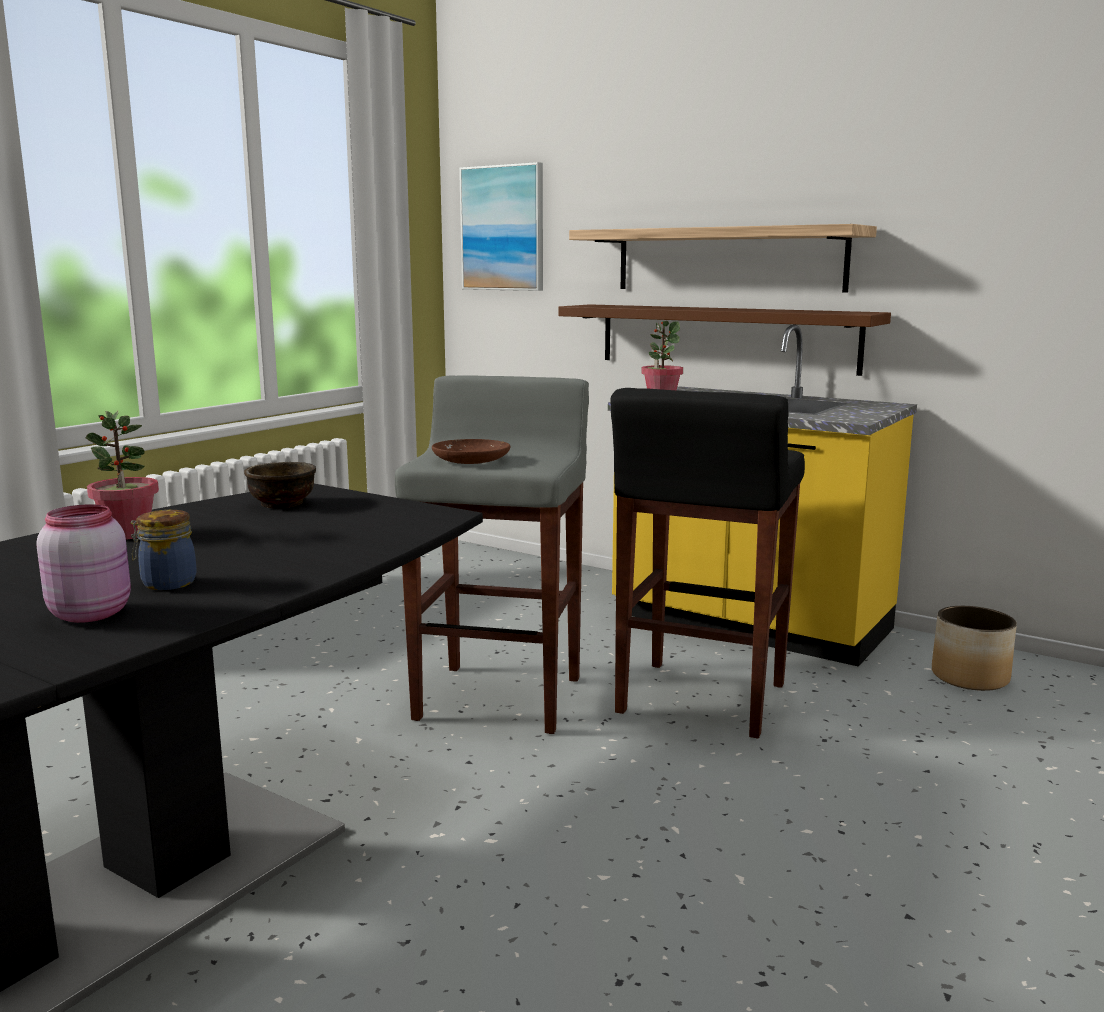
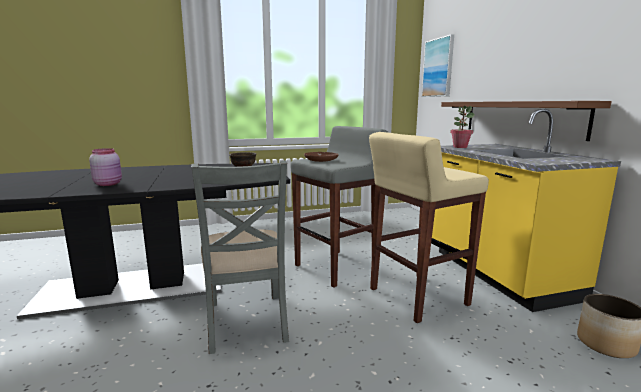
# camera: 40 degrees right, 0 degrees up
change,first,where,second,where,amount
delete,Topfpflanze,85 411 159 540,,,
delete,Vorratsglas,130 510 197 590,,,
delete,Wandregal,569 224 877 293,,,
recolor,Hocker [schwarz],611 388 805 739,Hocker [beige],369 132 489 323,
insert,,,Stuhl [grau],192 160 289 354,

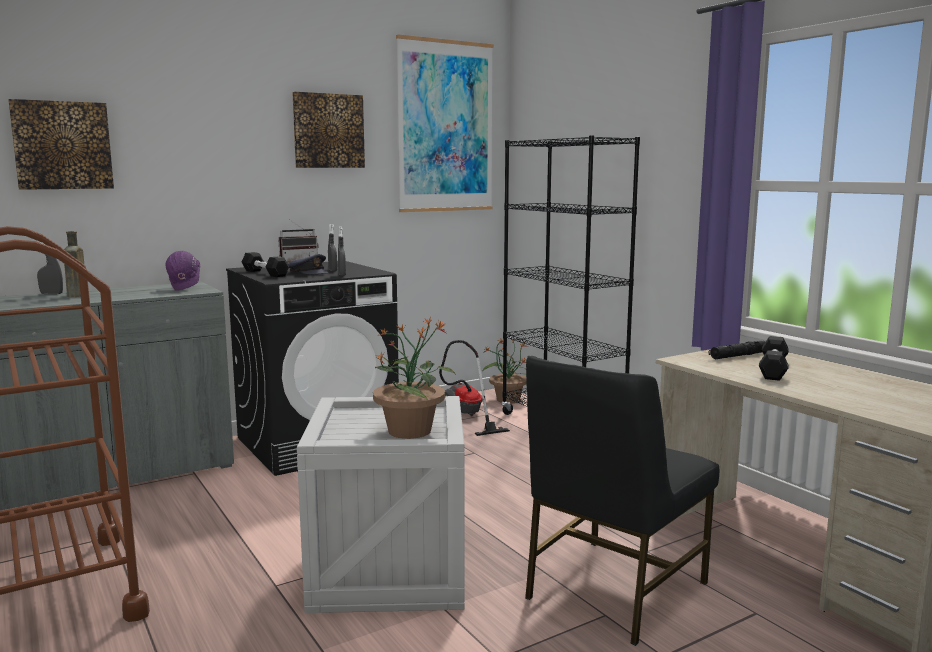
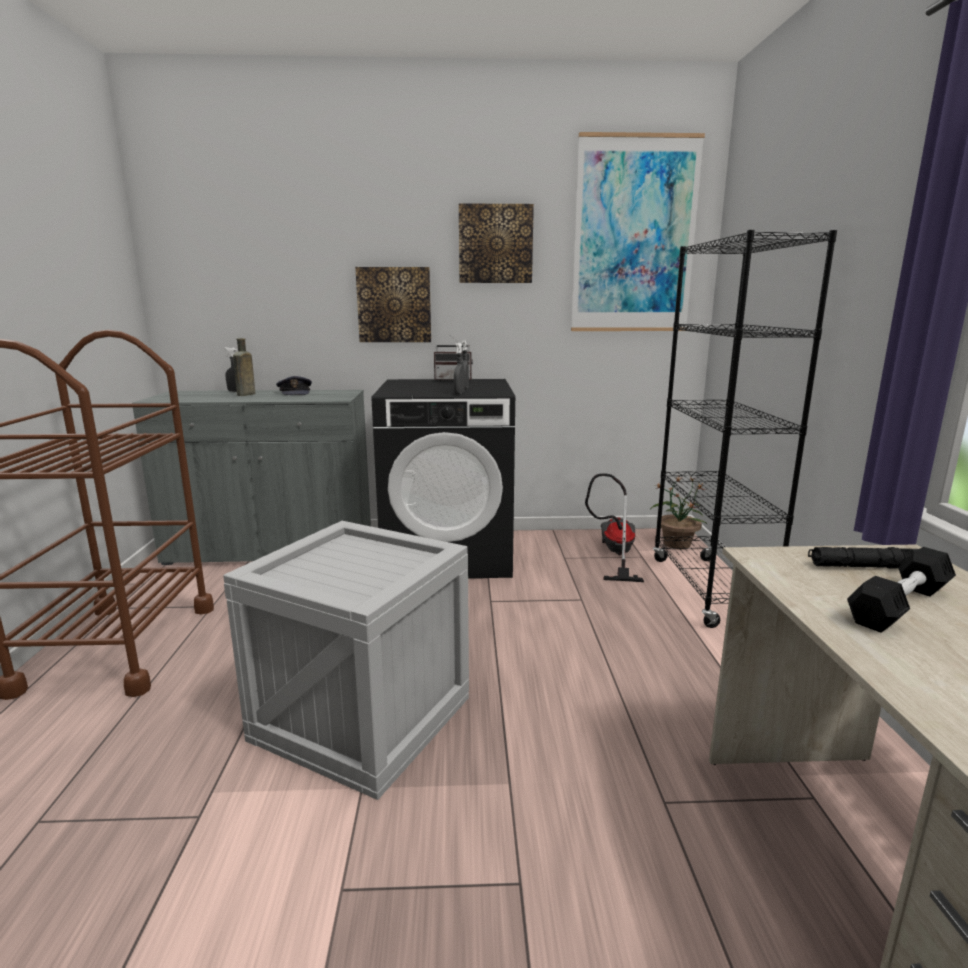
# camera: 30 degrees right, 5 degrees up
change,first,where,second,where,amount
move,Bild,8 99 114 190,,355 267 431 342,
delete,Schutzhelm [lila],166 251 200 291,,,
delete,Hantel [schwarz],242 252 289 277,,,
move,Kappe [grau],288 254 328 275,,276 376 312 395,
delete,Topfpflanze,373 317 456 439,,,
delete,Stuhl [schwarz],525 356 719 646,,,

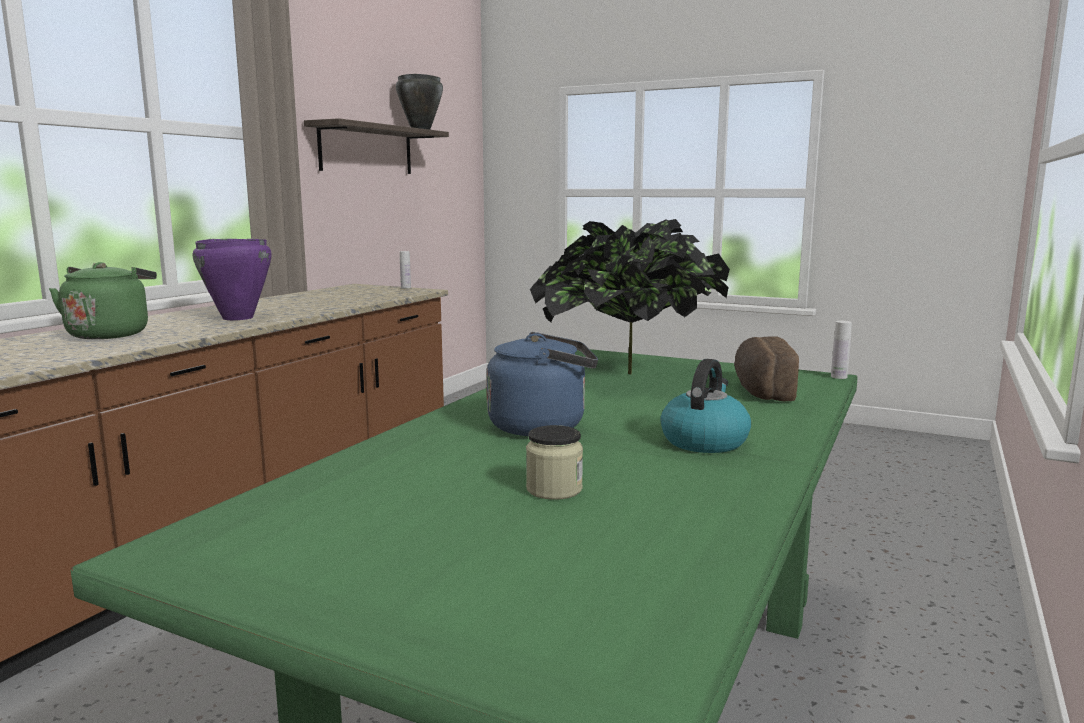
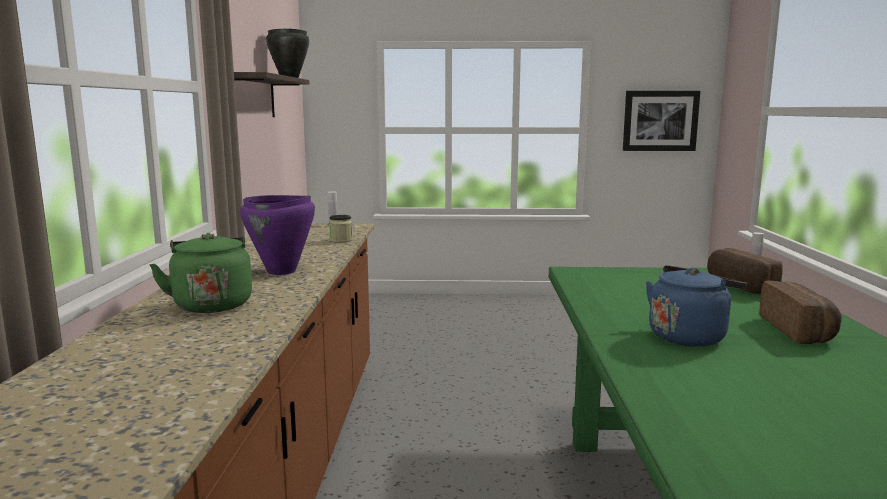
# camera: 25 degrees left, 0 degrees up
change,first,where,second,where,amount
move,Vorratsglas,526 425 583 500,,329 215 353 243,
delete,Topfpflanze,530 219 730 374,,,
replace,Wasserkessel,661 359 751 453,Brot,759 281 842 344,
insert,,,Bild,623 91 700 151,

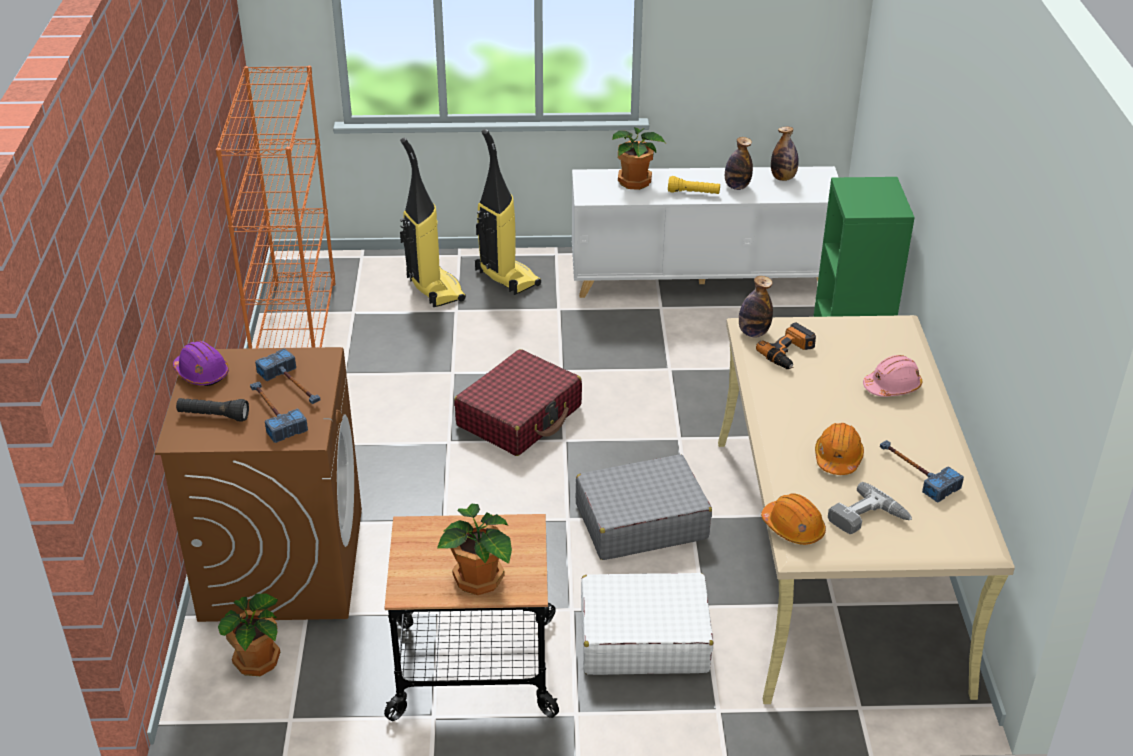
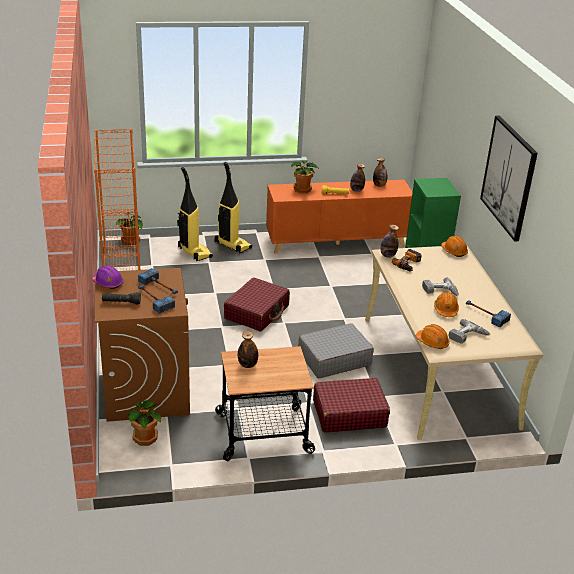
# camera: 10 degrees left, 5 degrees down
change,first,where,second,where,amount
move,Topfpflanze,437 504 512 595,,116 212 143 245,
recolor,Schrank [weiß],572 166 838 298,Schrank [orange],266 180 413 254,
recolor,Koffer [weiß],581 573 713 675,Koffer [rot],313 378 390 432,
delete,Schutzhelm [rosa],863 355 922 397,,,
insert,,,Flasche,238 331 258 368,
insert,,,Bohrmaschine,422 277 459 296,
insert,,,Schutzhelm [orange],441 236 468 257,
insert,,,Bild,480 115 538 242,

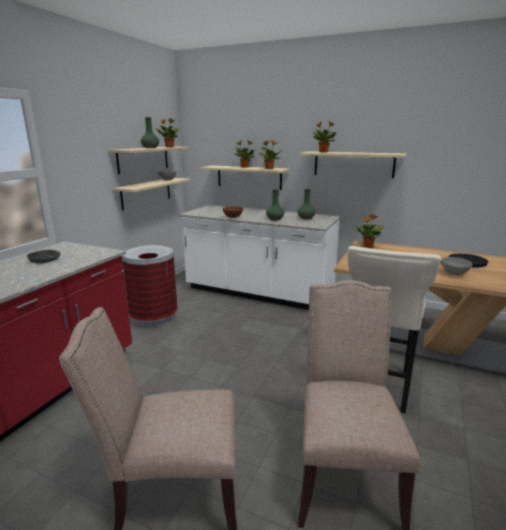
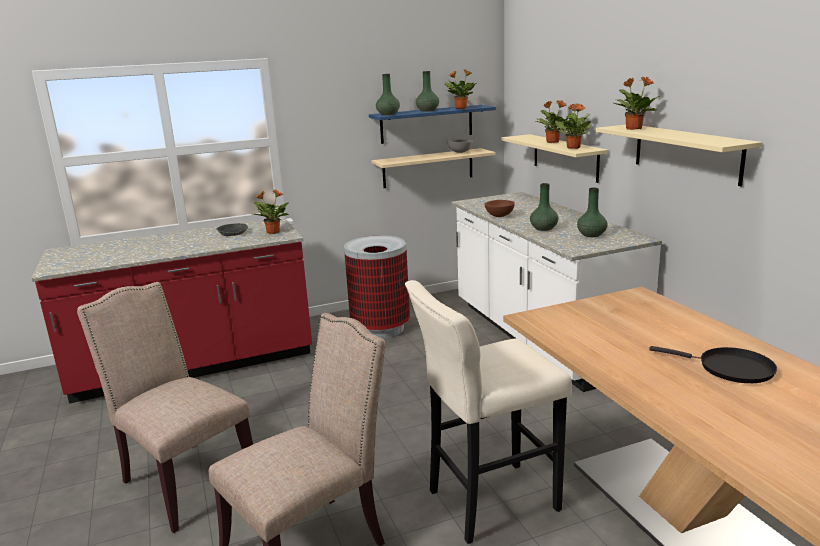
# camera: 45 degrees right, 0 degrees up
change,first,where,second,where,amount
recolor,Wandregal [beige],109 146 189 175,Wandregal [blau],369 105 496 144,
move,Topfpflanze,355 214 384 248,,253 189 289 234,
delete,Schüssel [grau],441 257 473 275,,,
insert,,,Vase [grün],376 74 400 115,

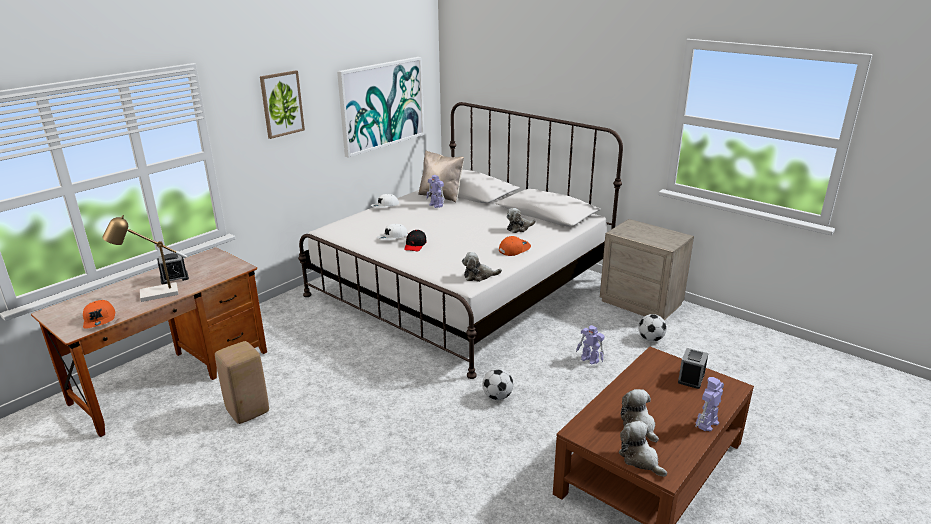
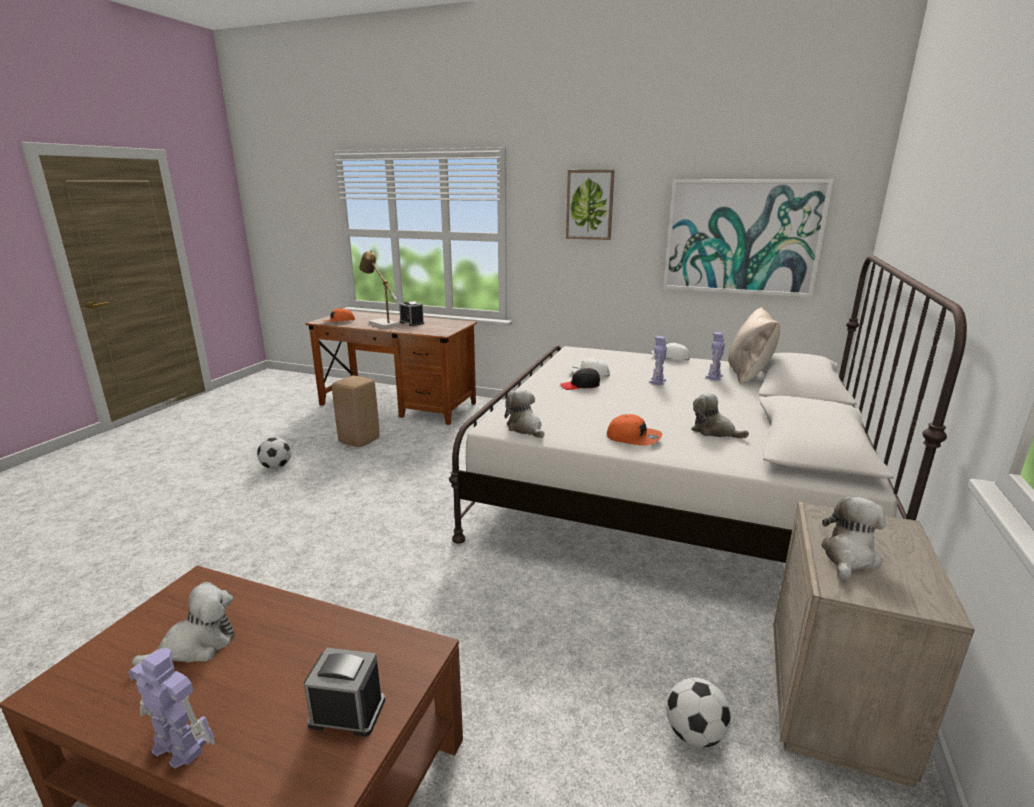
# camera: 70 degrees right, 5 degrees down
change,first,where,second,where,amount
move,Fußball,482 369 513 400,,257 437 291 469,
move,Spielzeugroboter,576 325 605 365,,649 336 667 385,
move,Plüschtier,619 421 667 477,,821 496 886 580,

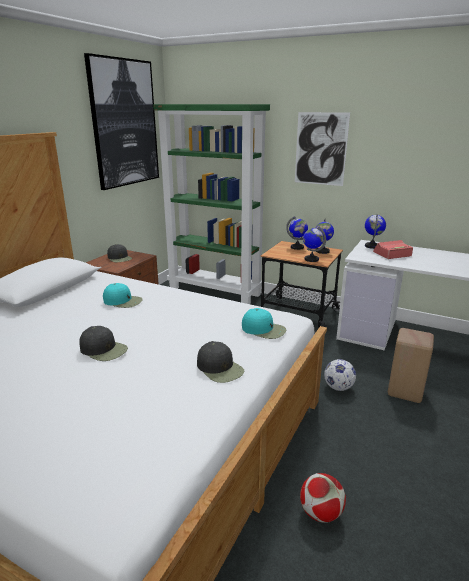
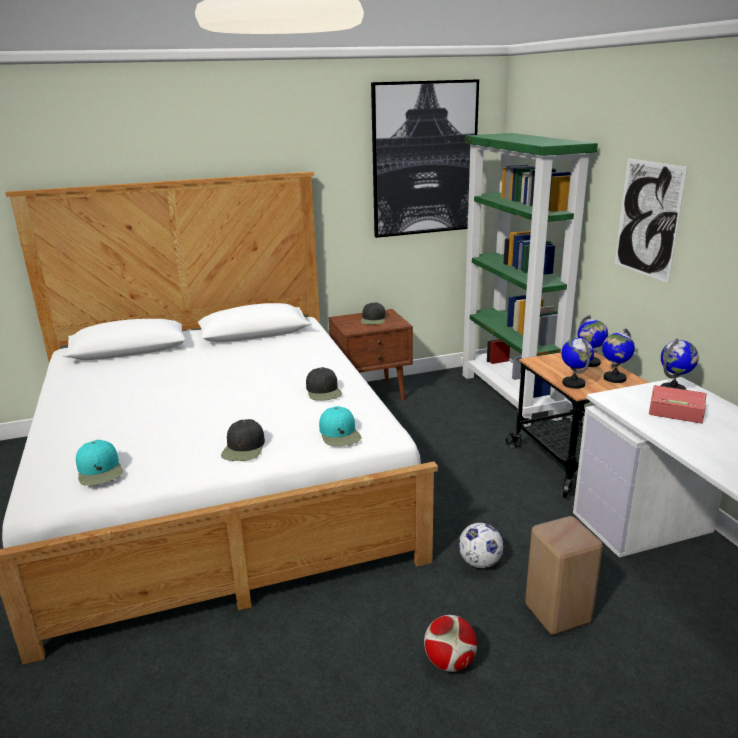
# camera: 45 degrees right, 0 degrees up
change,first,where,second,where,amount
move,Kappe [schwarz],79 326 128 361,,306 367 342 401,
move,Kappe [türkis],103 283 143 308,,76 440 123 486,
move,Fußball,300 473 346 523,,424 615 477 672,

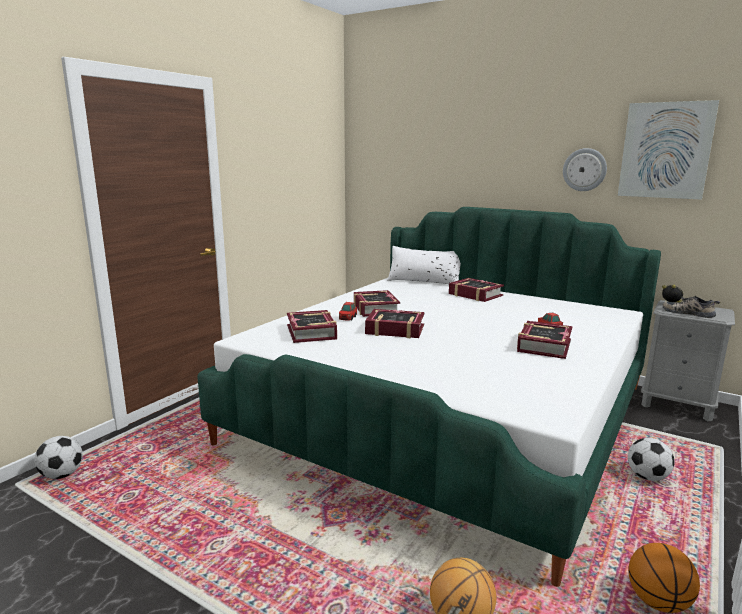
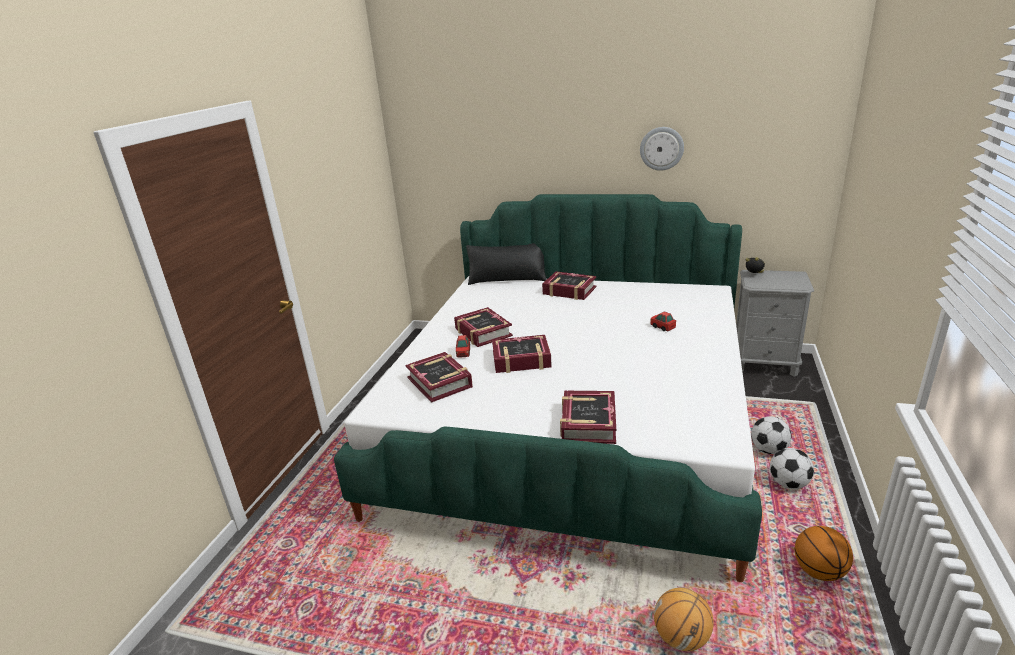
# camera: 15 degrees left, 10 degrees up
change,first,where,second,where,amount
move,Fußball,34 436 83 479,,770 448 814 489,
recolor,Kissen [weiß],387 246 461 284,Kissen [schwarz],466 243 547 285,
move,Buch,517 321 573 359,,560 391 616 444,
delete,Bild,618 100 719 200,,,
delete,Schuh,663 296 720 318,,,

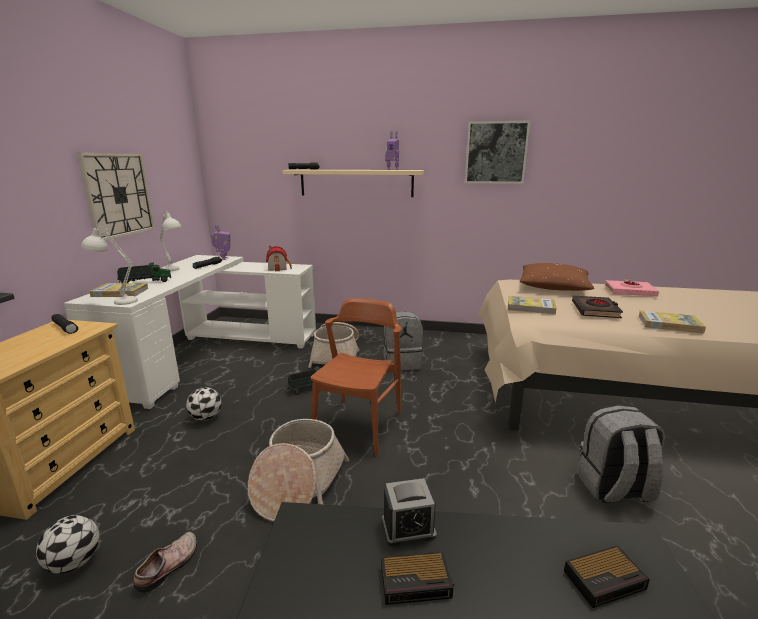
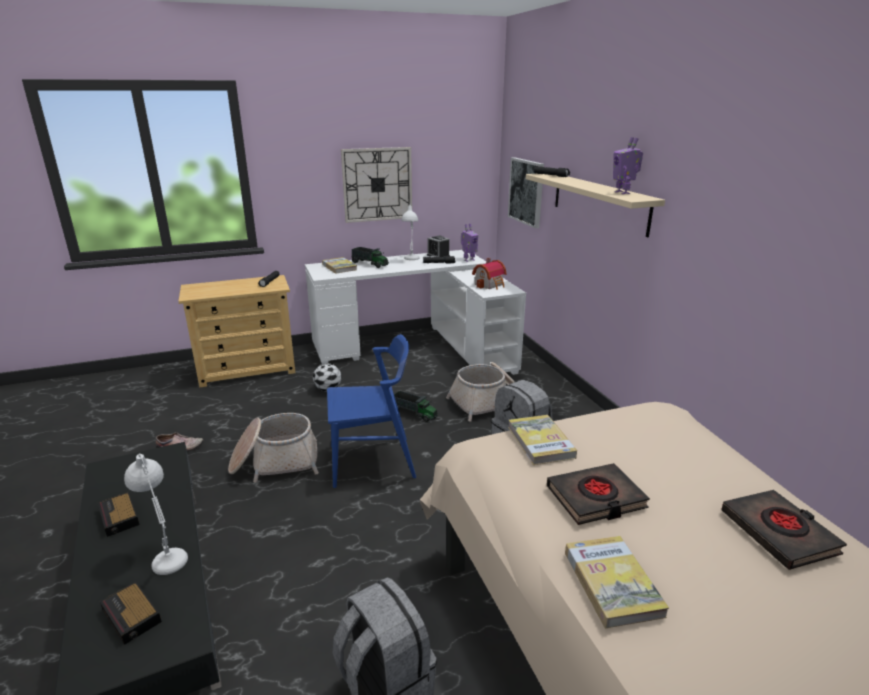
# camera: 60 degrees right, 5 degrees up
change,first,where,second,where,amount
delete,Fußball,36 515 99 574,,,
move,Tischlampe [weiß],81 226 138 305,,124 453 188 575,
recolor,Stuhl [braun],311 298 401 456,Stuhl [blau],327 334 416 488,
move,Wecker,382 478 437 546,,427 236 450 258,
move,Bild,465 121 530 184,,508 157 544 228,
delete,Kissen [braun],520 263 594 291,,,
recolor,Buch [rosa],605 279 659 297,Buch [schwarz],721 490 847 570,

